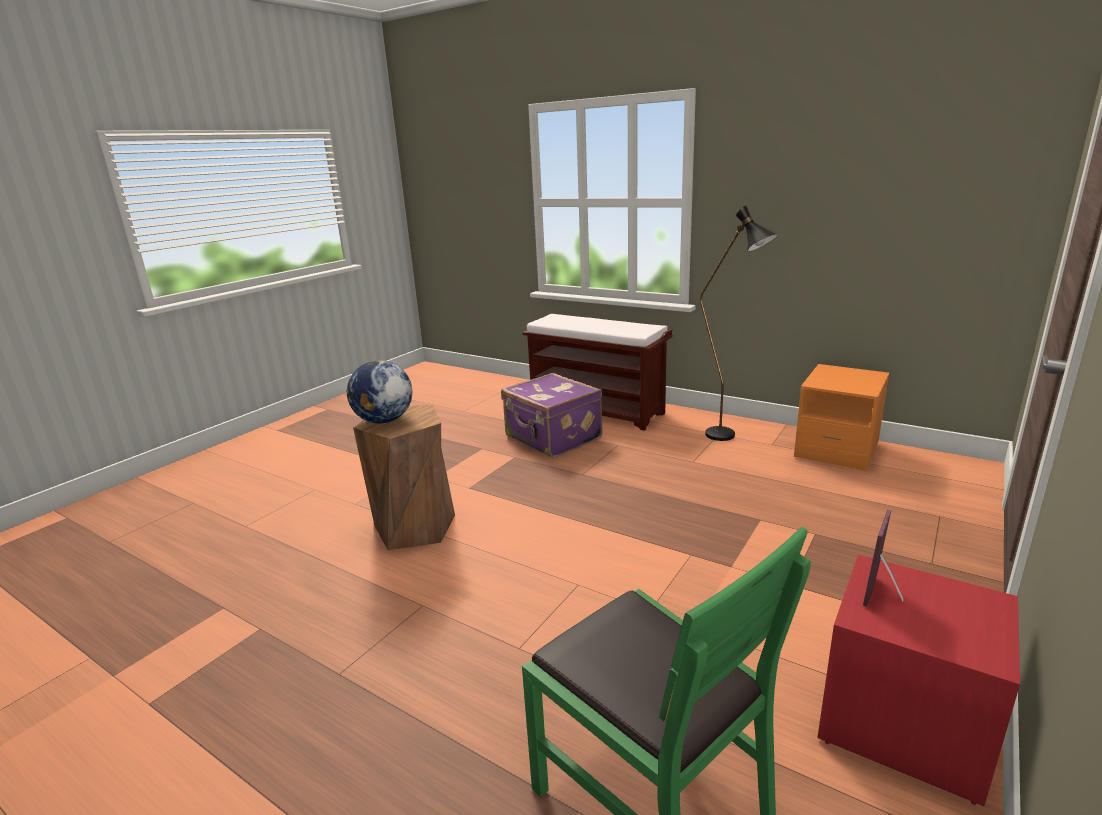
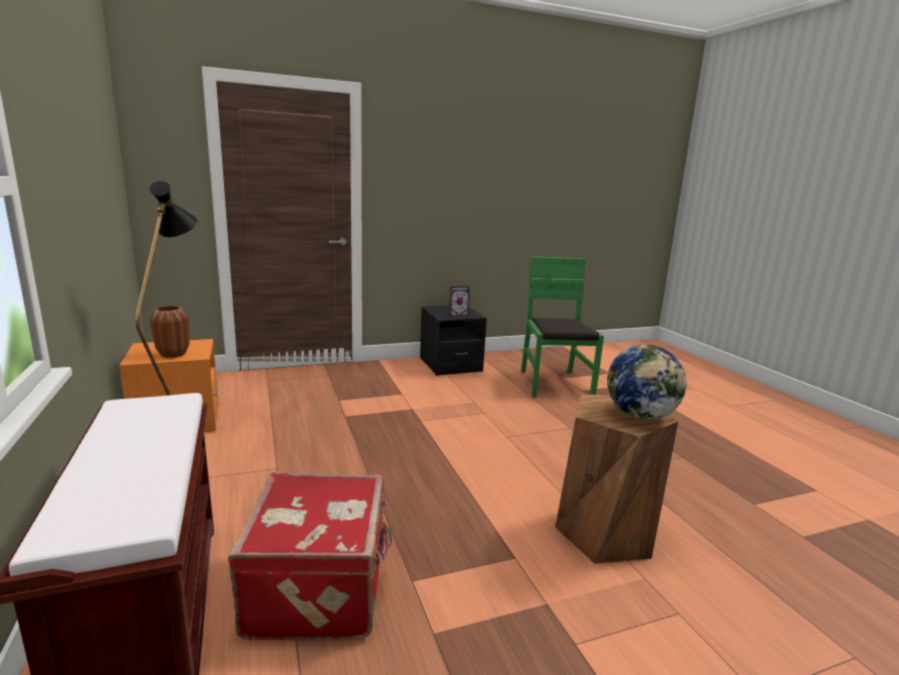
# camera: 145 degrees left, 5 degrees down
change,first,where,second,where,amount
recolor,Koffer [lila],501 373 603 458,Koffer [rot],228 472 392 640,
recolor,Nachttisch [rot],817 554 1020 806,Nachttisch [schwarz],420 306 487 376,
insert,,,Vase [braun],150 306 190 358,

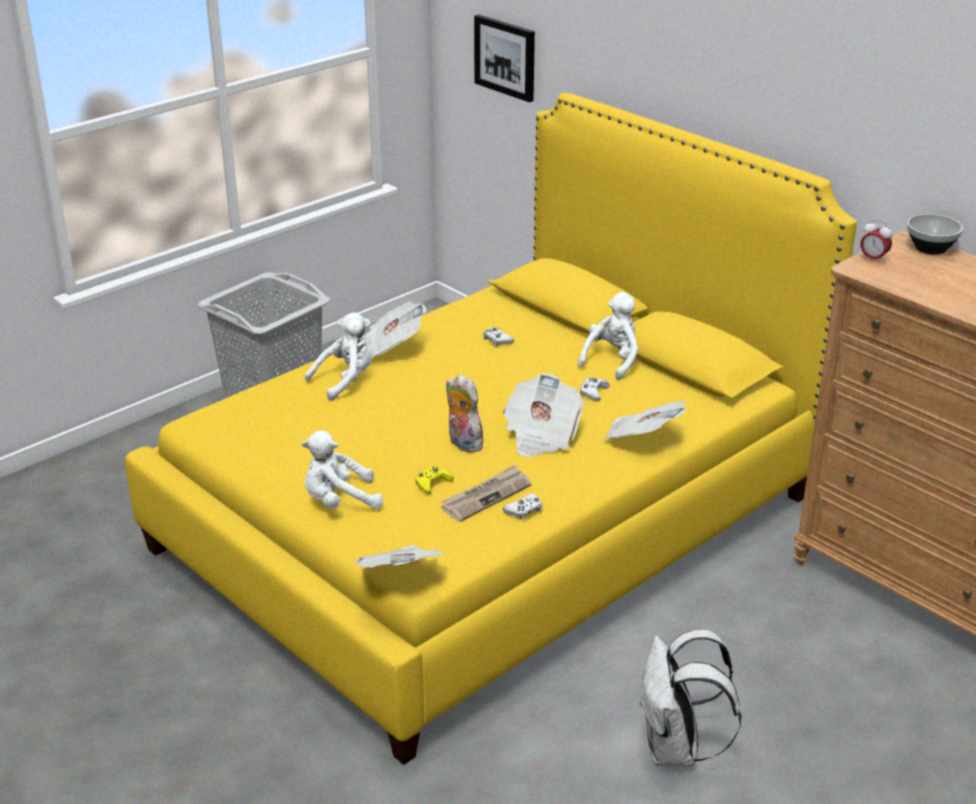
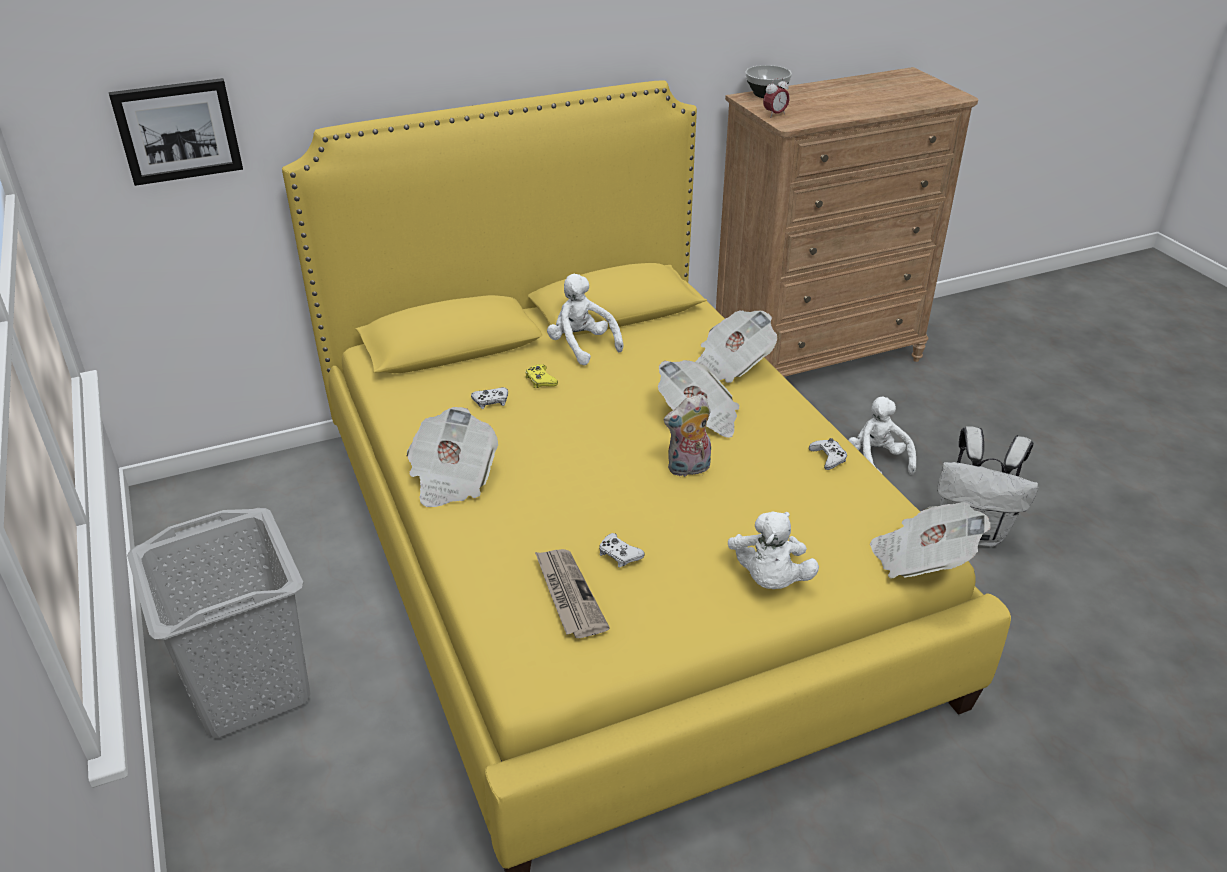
# camera: 70 degrees left, 5 degrees up
change,first,where,second,where,amount
move,Plüschtier [weiß],305 312 372 401,,848 397 916 475,
move,Gamepad [gelb],415 467 453 494,,525 364 558 388,
move,Zeitung,441 465 531 522,,535 549 610 638,
move,Gamepad [weiß],580 378 609 401,,599 533 645 567,

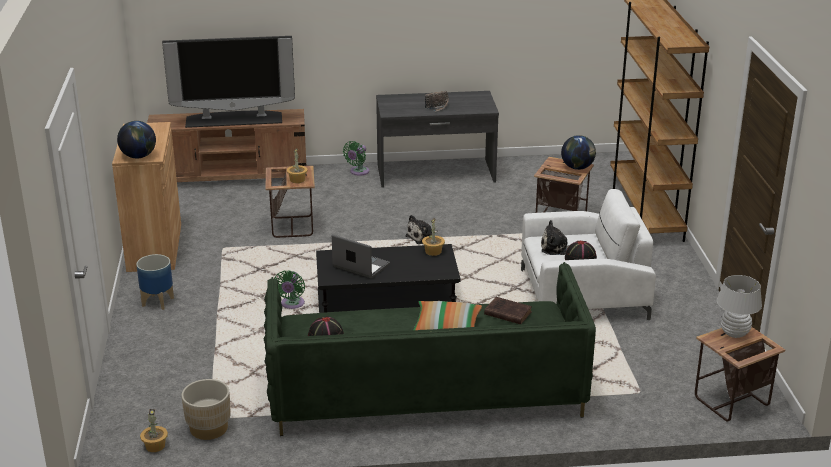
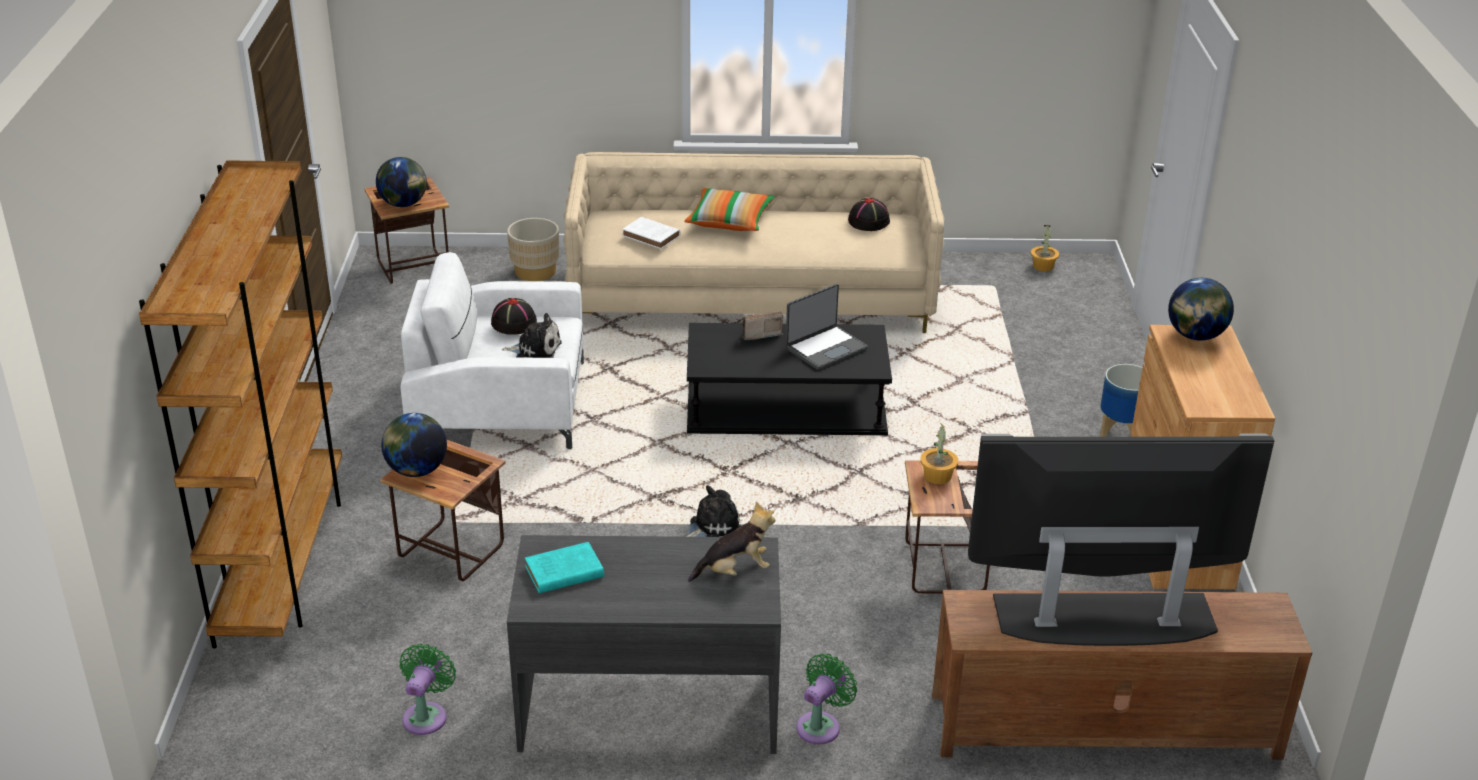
# camera: 175 degrees left, 5 degrees up
change,first,where,second,where,amount
move,Pflanzkübel [beige],181 379 231 440,,507 218 559 281,
recolor,Sofa [grün],264 262 596 436,Sofa [beige],563 152 945 333,
move,Ventilator [grün],274 270 305 309,,399 644 456 735,
rotate,Laptop,332 235 390 279,,786 284 868 370,75 degrees counterclockwise
delete,Topfpflanze,422 218 445 256,,,
move,Radio,425 91 449 112,,741 311 783 340,
recolor,Buch [braun],484 297 532 324,Buch [weiß],622 217 680 249,
replace,Tischlampe [weiß],717 275 762 338,Globus,376 157 427 207,
insert,,,Buch [türkis],525 542 604 593,
insert,,,Plüschtier,688 501 775 582,

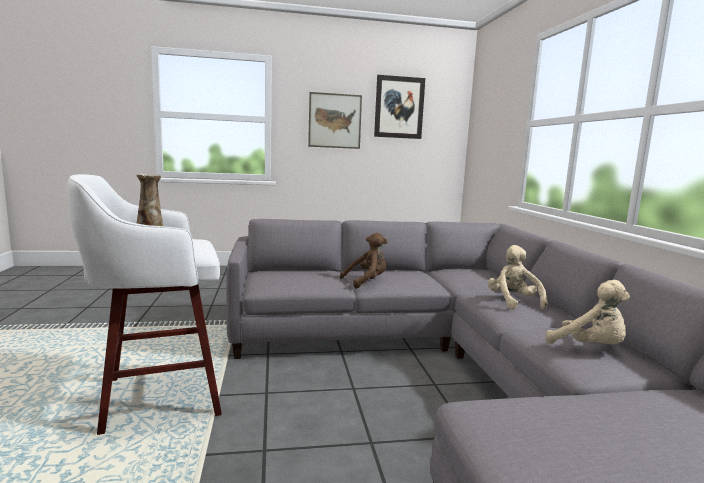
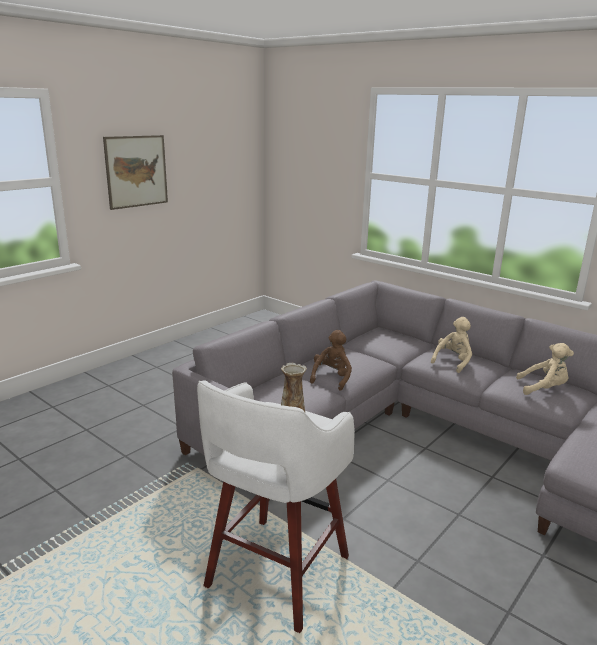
# camera: 40 degrees left, 10 degrees up
change,first,where,second,where,amount
delete,Bild,374 75 425 139,,,
rotate,Plüschtier [beige],488 245 548 310,,431 317 472 373,90 degrees clockwise

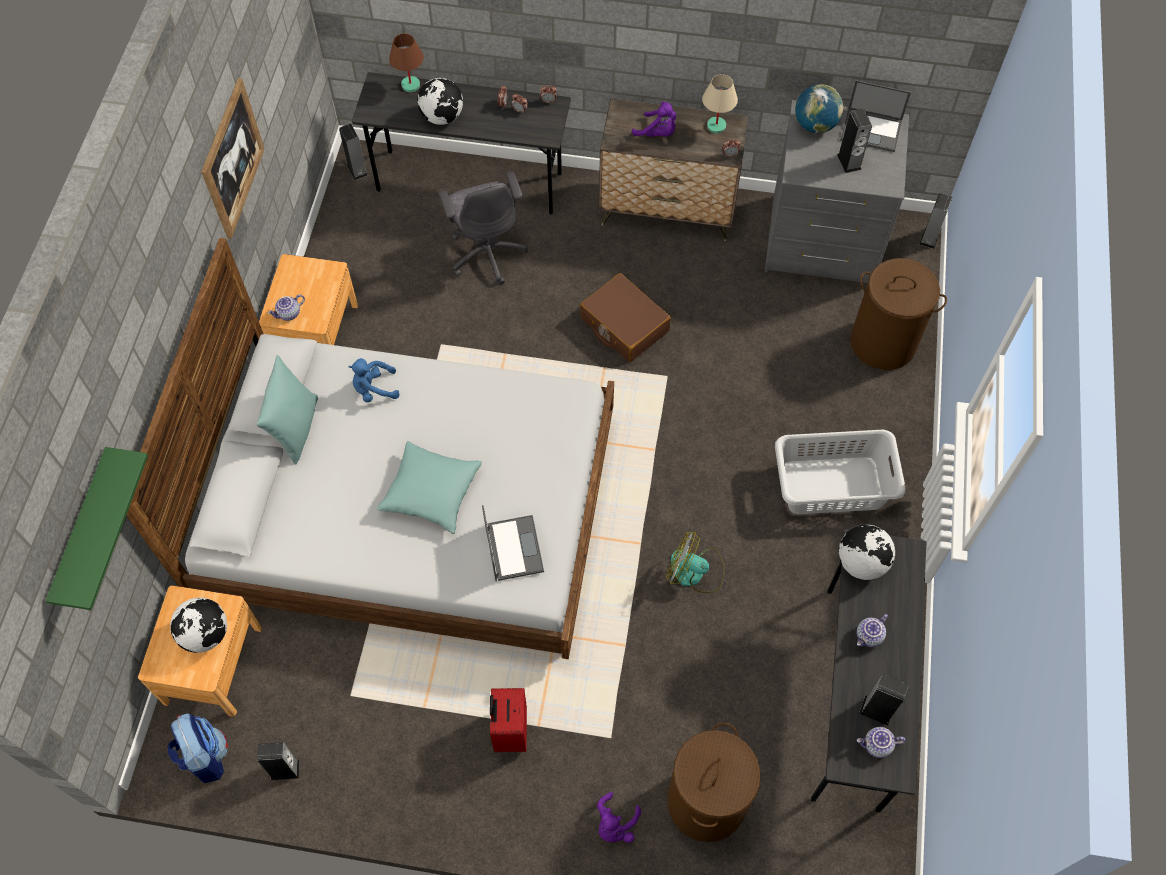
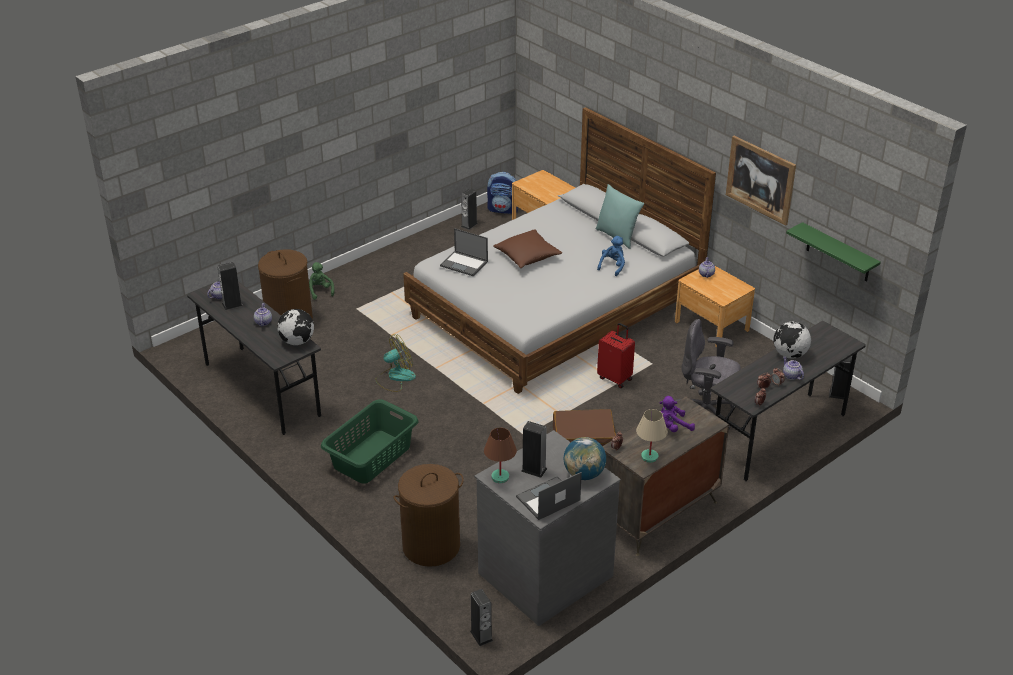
# camera: 130 degrees right, 25 degrees down
change,first,where,second,where,amount
move,Wandregal [grün],46 447 148 610,,786 222 881 282,
delete,Globus,170 598 227 653,,,
recolor,Kissen [türkis],377 441 482 534,Kissen [braun],493 229 562 268,
move,Tischlampe [braun],389 33 424 92,,484 428 517 483,
move,Koffer [rot],490 688 527 752,,597 323 635 388,
recolor,Plüschtier [lila],597 792 641 843,Plüschtier [grün],309 262 334 300,
recolor,Wäschekorb [grau],775 430 905 514,Wäschekorb [grün],321 399 419 484,
insert,,,Teekanne,783 356 804 380,

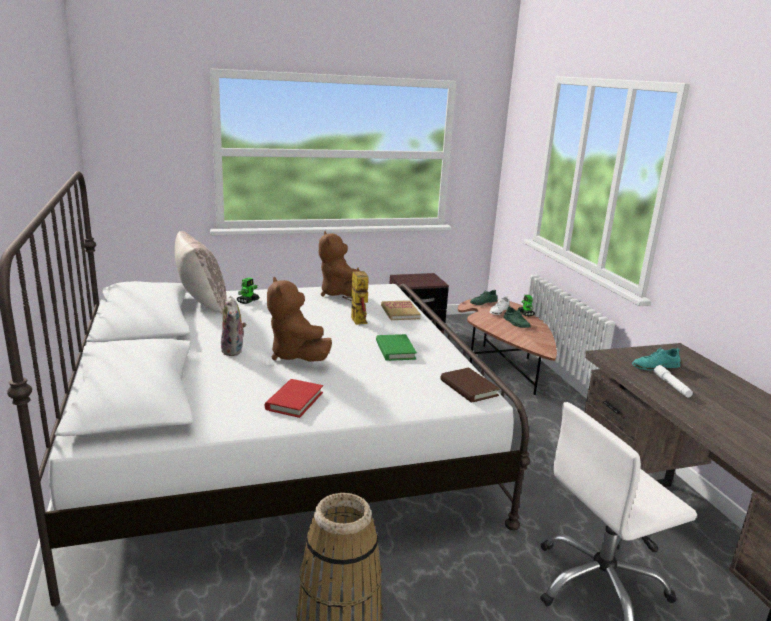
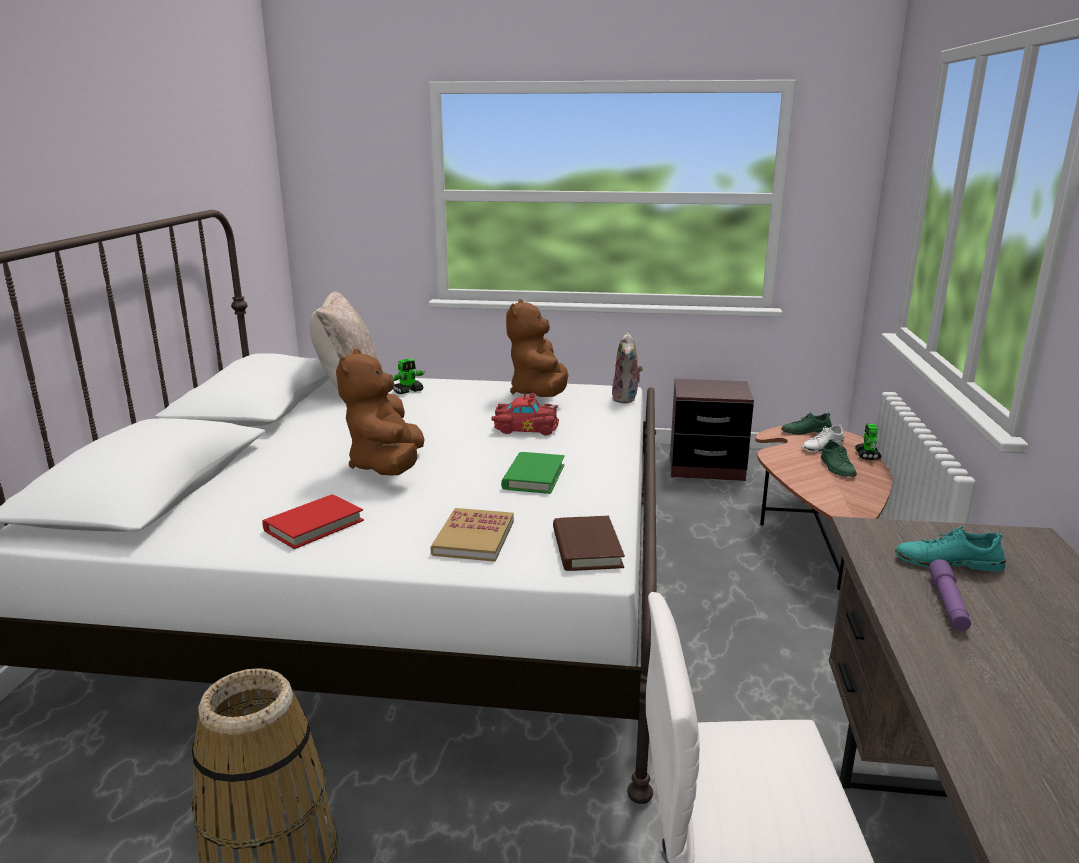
# camera: 25 degrees right, 0 degrees up
change,first,where,second,where,amount
move,Plüschtier,220 296 246 356,,611 332 643 403,
replace,Spielzeugroboter,342 268 369 325,Spielzeugauto [rot],491 393 559 435,
move,Buch,381 300 421 320,,430 508 514 562,
recolor,Taschenlampe [weiß],654 365 693 397,Taschenlampe [lila],929 559 971 631,

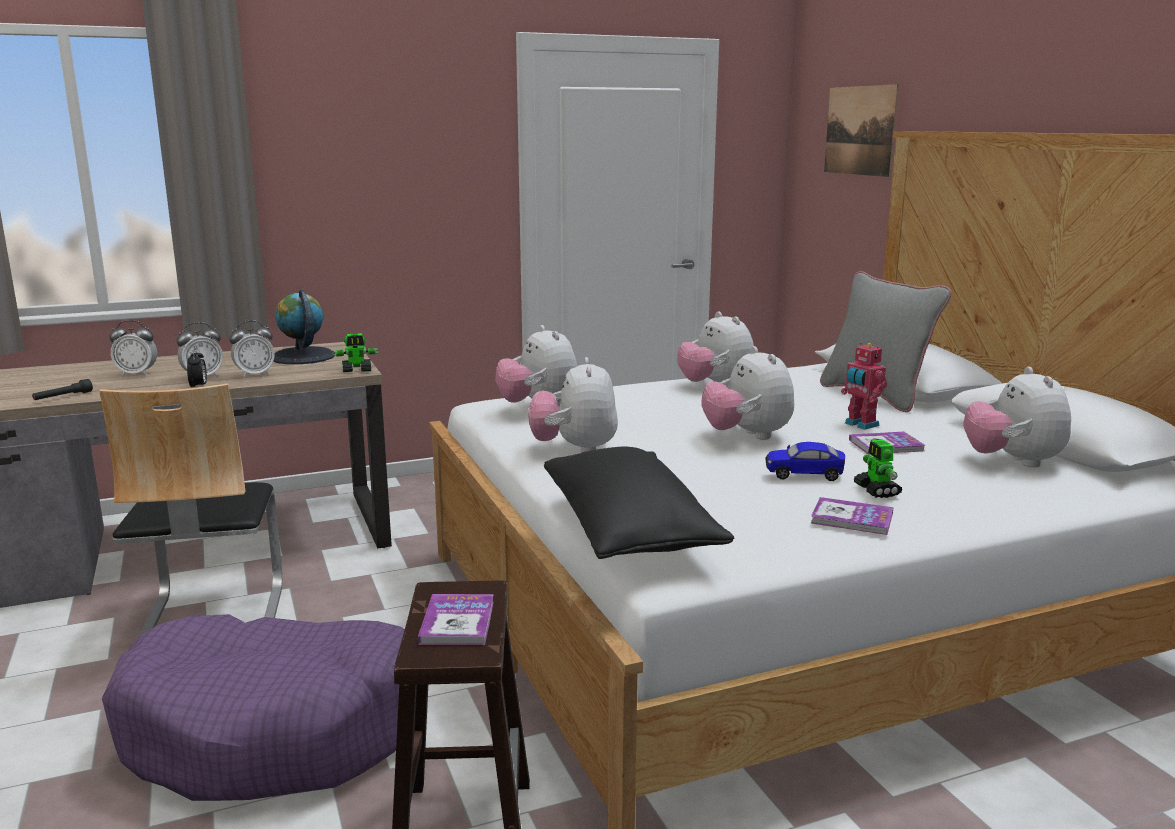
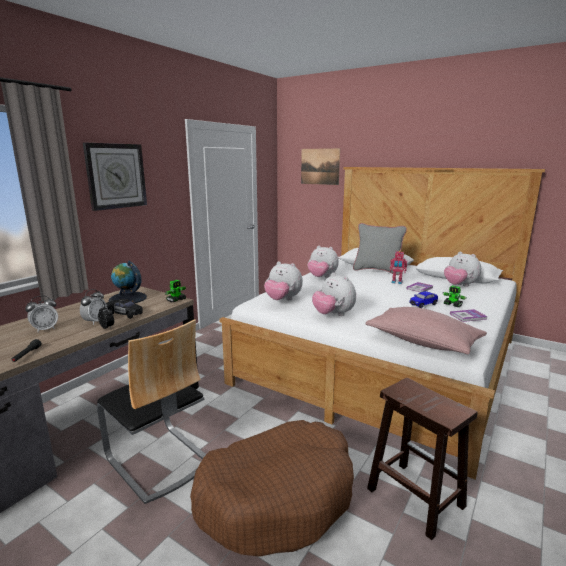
# camera: 35 degrees left, 0 degrees up
change,first,where,second,where,amount
recolor,Hundebett [lila],102 614 405 801,Hundebett [braun],190 420 354 557,
replace,Wecker,229 321 275 378,Spielzeugauto [schwarz],106 299 143 319,
delete,Buch,418 594 494 645,,,
recolor,Kissen [schwarz],544 447 734 559,Kissen [rosa],365 307 487 355,
delete,Plüschtier,701 346 794 440,,,
insert,,,Wanduhr,83 143 147 211,

